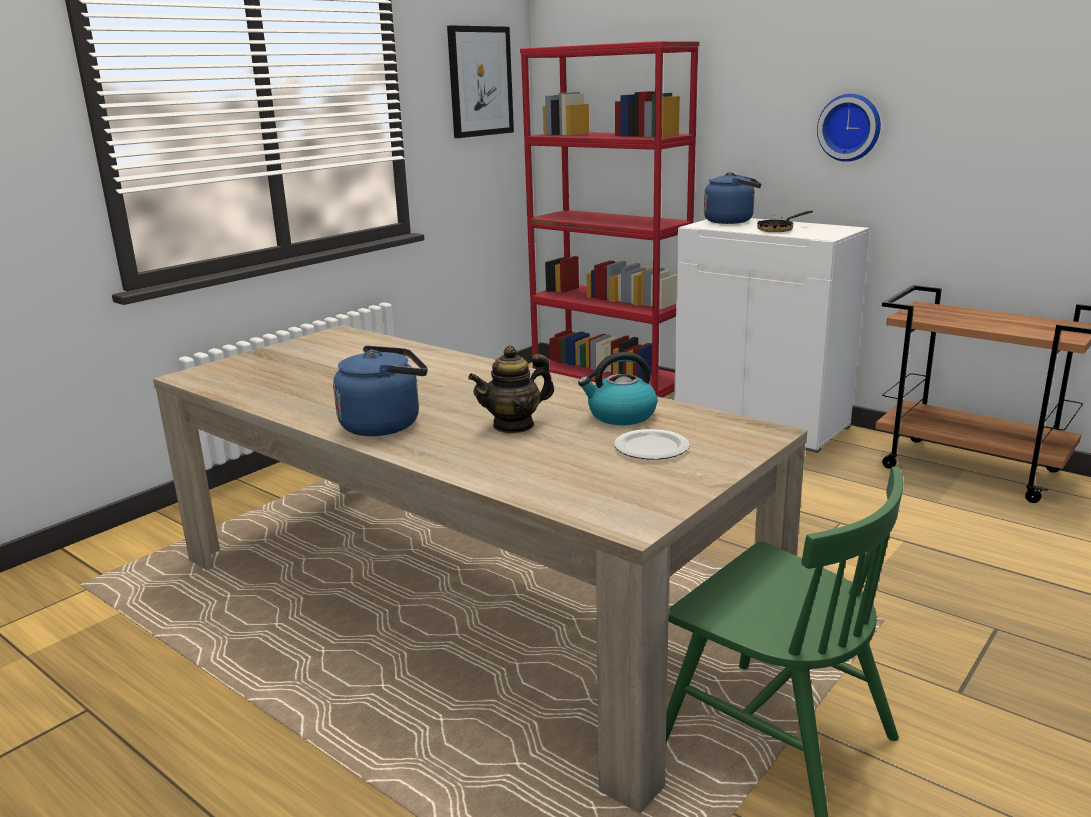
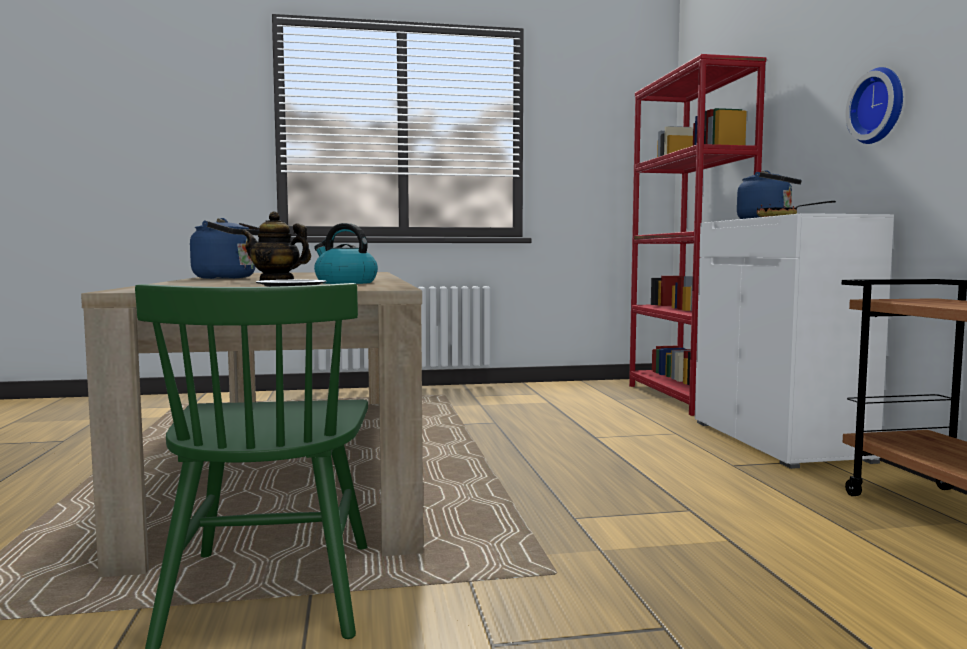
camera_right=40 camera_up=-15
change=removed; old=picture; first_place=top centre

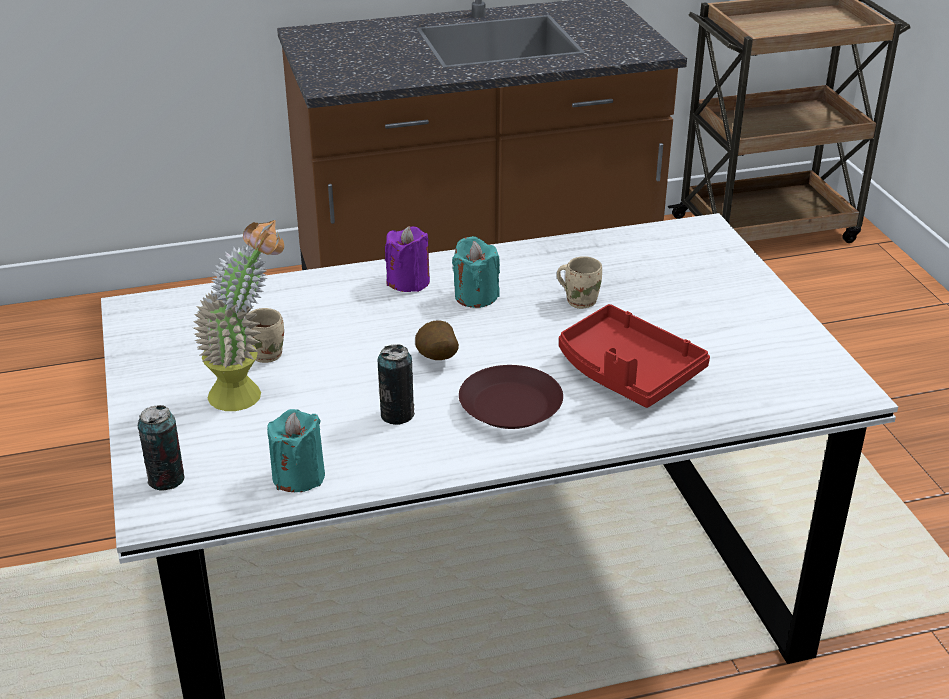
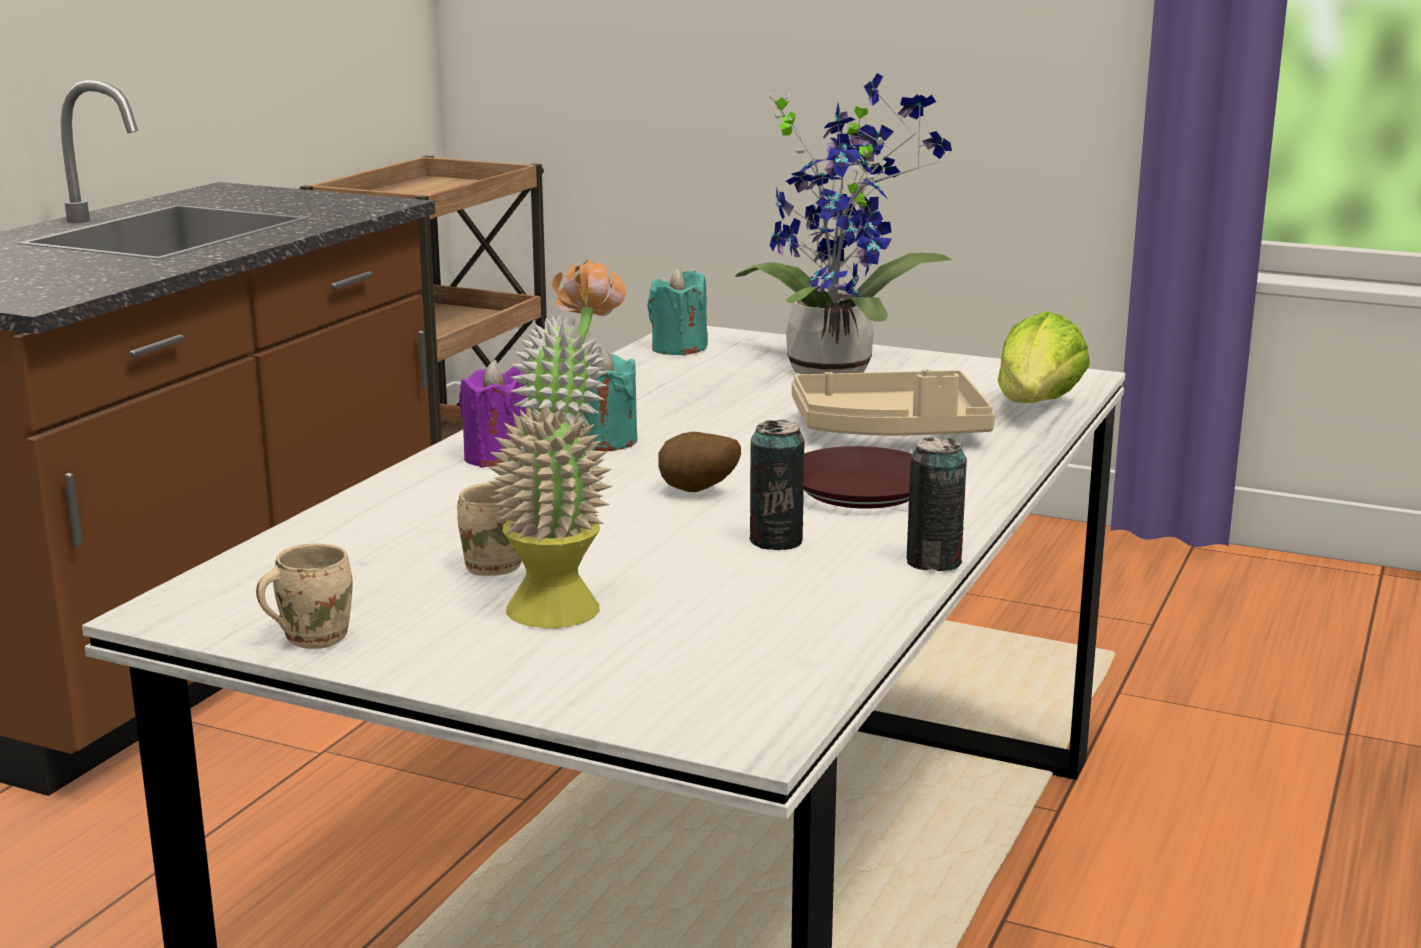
camera_right=-50 camera_up=-15
change=moved; old=beige mug (2nd from left in the first image); new=beige mug (1st from left); first_place=centre; second_place=middle left
change=moved; old=turquoise candle (1st from left in the first image); new=turquoise candle (2nd from left); first_place=middle left; second_place=top centre
change=added; new=potted plant (2nd from left); second_place=top centre
change=recoloured; old=red tray; new=beige tray; first_place=middle right; second_place=centre
change=moved; old=can (1st from left in the first image); new=can (2nd from left); first_place=middle left; second_place=centre
change=added; new=lettuce; second_place=middle right

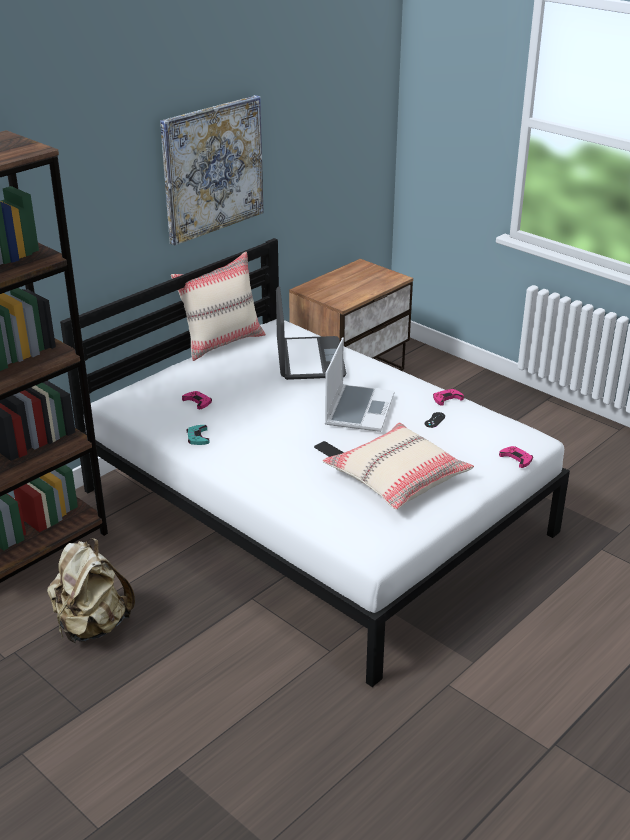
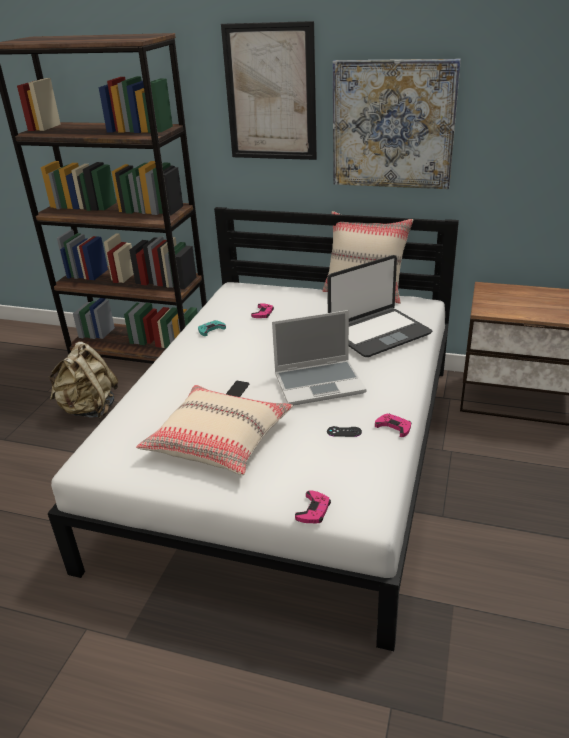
camera_right=65 camera_up=0
change=added; new=picture (1st from left); second_place=top centre

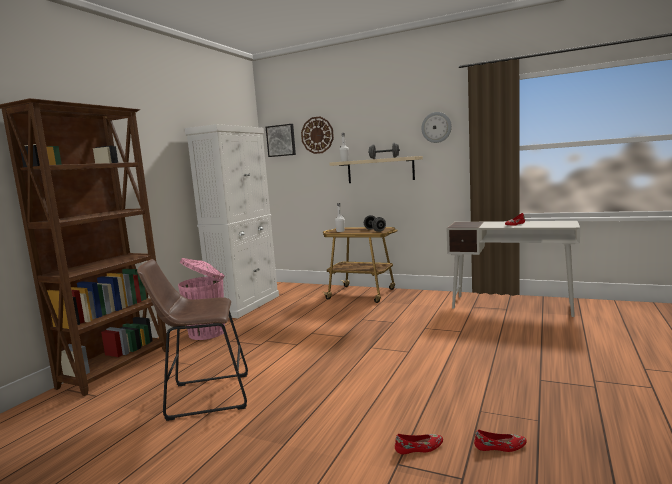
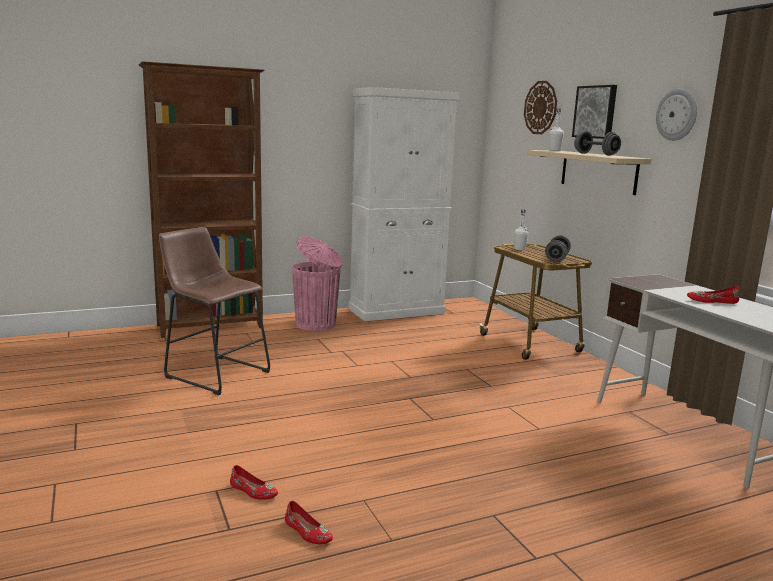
camera_right=40 camera_up=5
change=moved; old=picture; first_place=top centre; second_place=top right

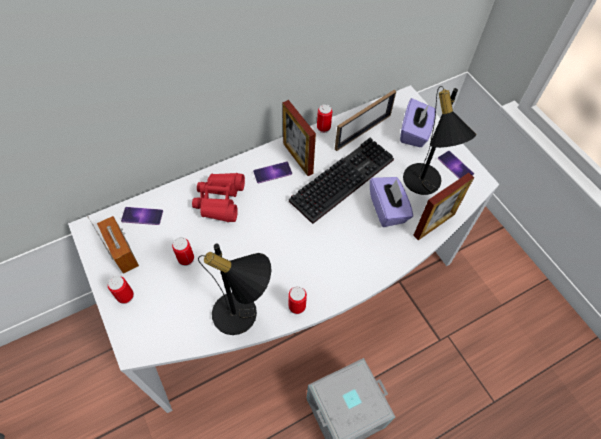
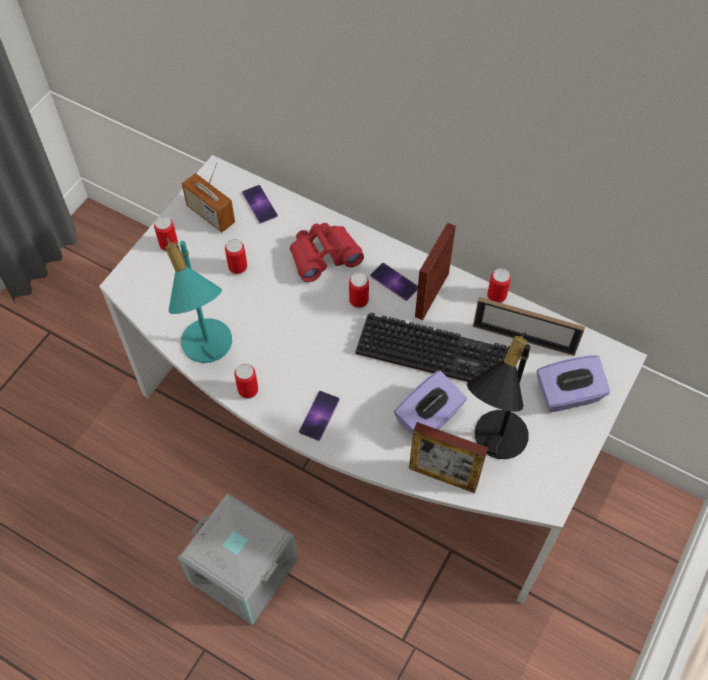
camera_right=60 camera_up=0
change=recoloured; old=black table lamp (1st from left); new=turquoise table lamp; first_place=centre; second_place=middle left
change=turned; old=radio; first_place=middle left; second_place=top left; degrees=105
change=moved; old=phone (3rd from left in the first image); new=phone (2nd from left); first_place=middle right; second_place=centre
change=added; new=can (4th from left); second_place=centre

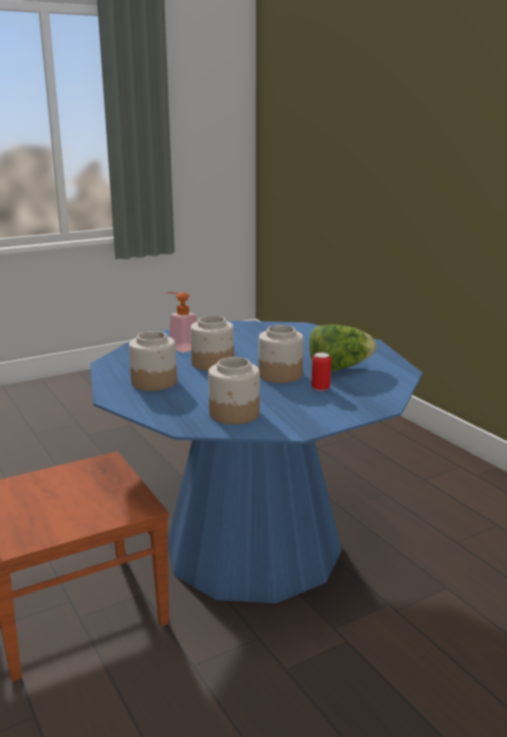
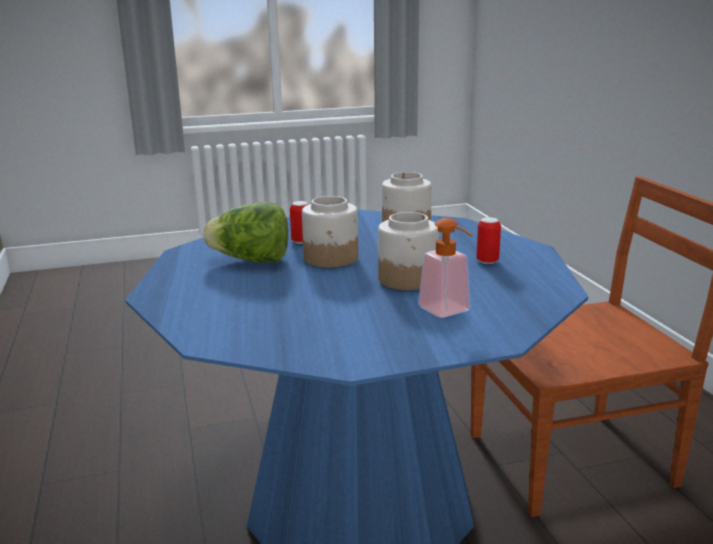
camera_right=-165 camera_up=0
change=replaced; old=jar (1st from left); new=can (2nd from left); first_place=middle left; second_place=middle right

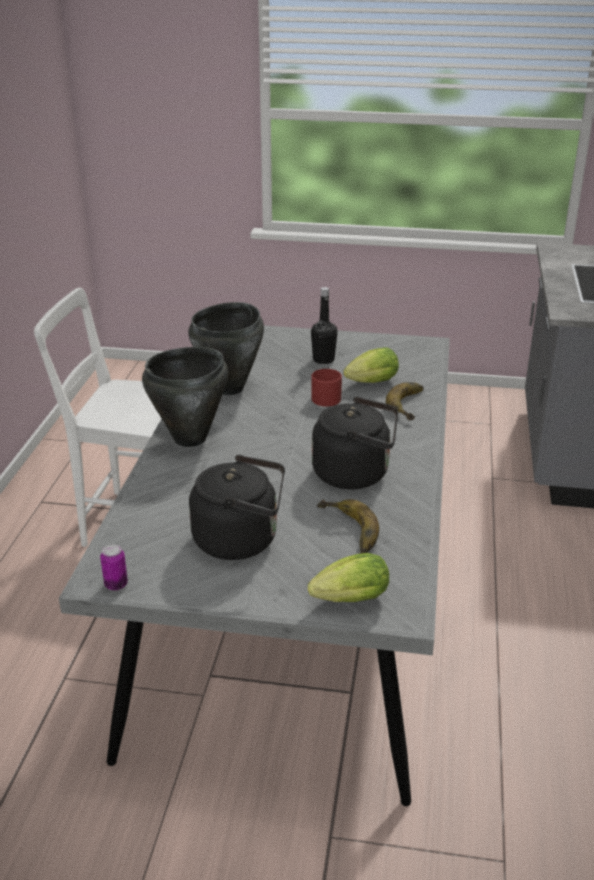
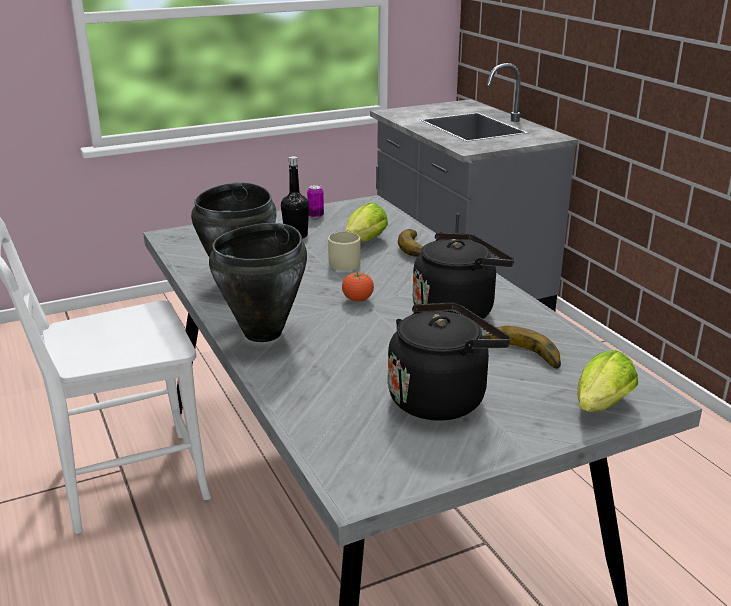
camera_right=-35 camera_up=-5
change=moved; old=can; first_place=middle left; second_place=top centre
change=recoloured; old=red mug; new=beige mug; first_place=centre; second_place=centre
change=added; new=tomato; second_place=centre

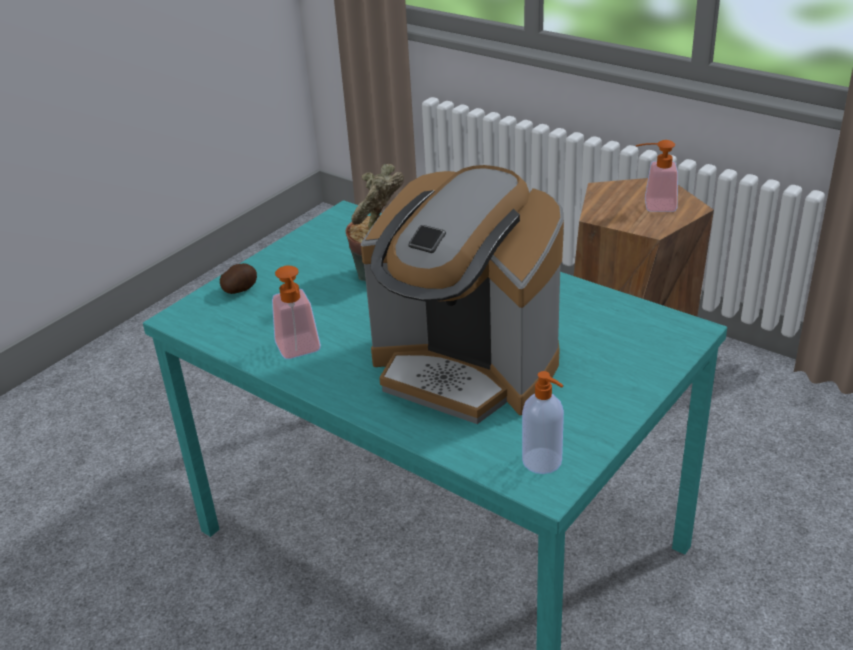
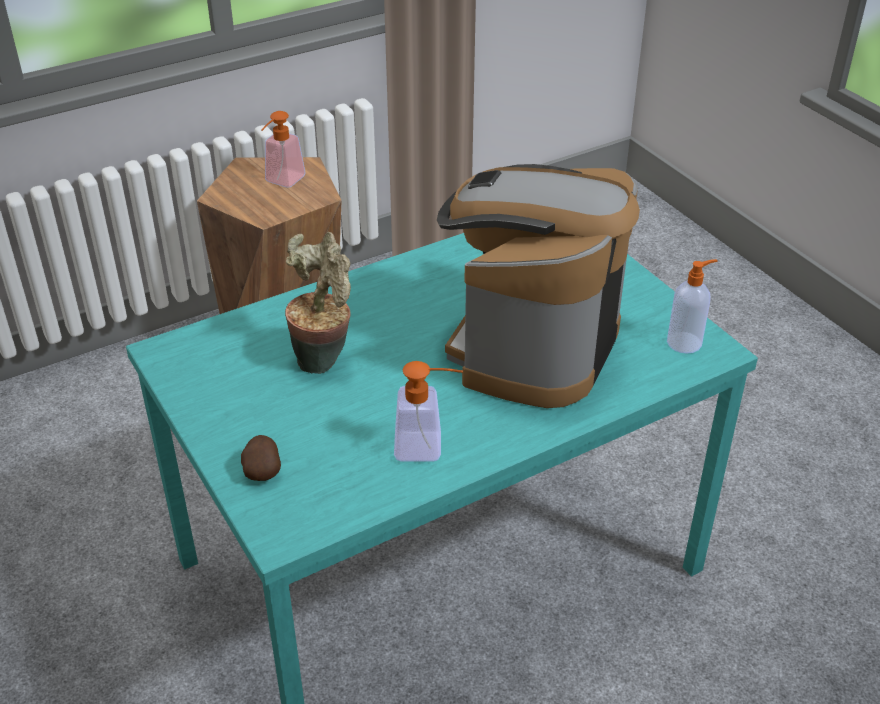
camera_right=-70 camera_up=5
change=turned; old=coffee machine; first_place=centre; second_place=centre; degrees=150

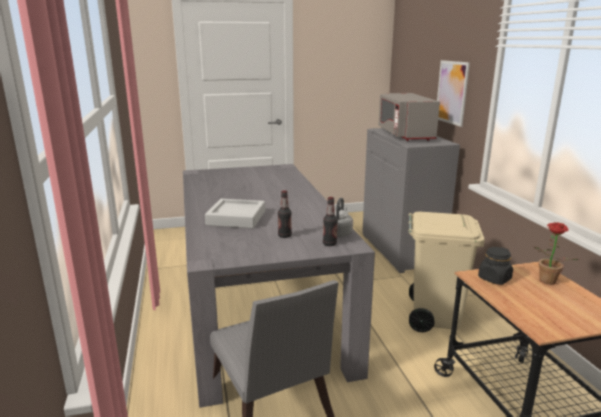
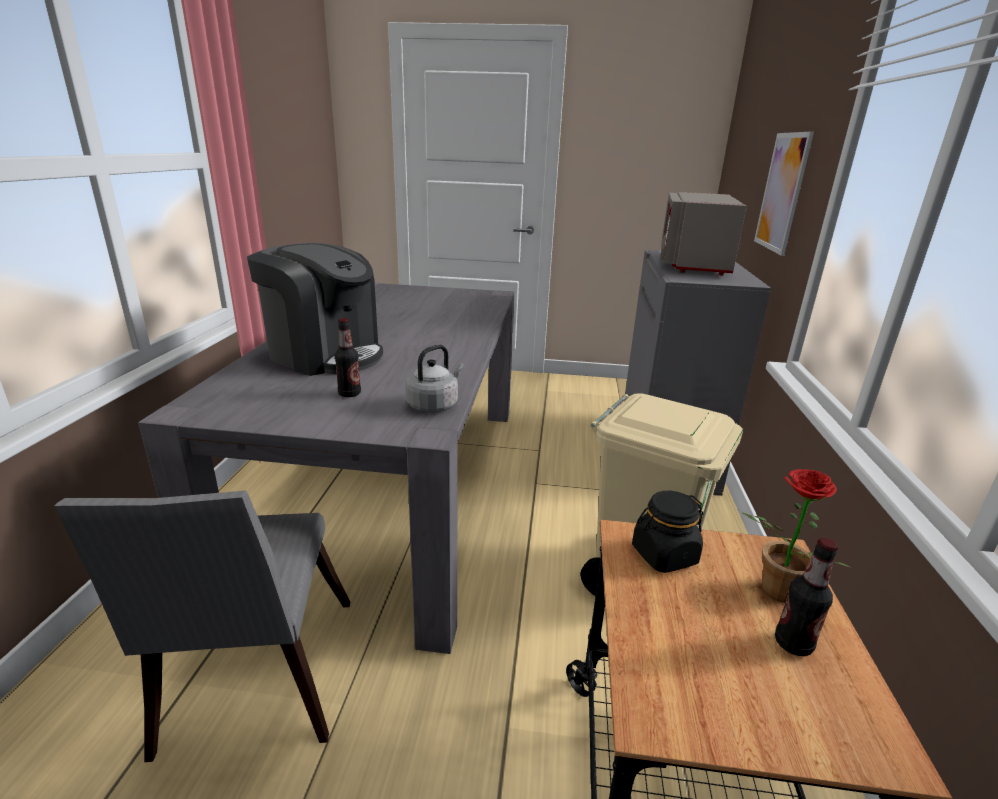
camera_right=20 camera_up=5
change=replaced; old=grey tray; new=coffee machine; first_place=centre; second_place=middle left
change=moved; old=bottle (2nd from left); first_place=centre; second_place=bottom right

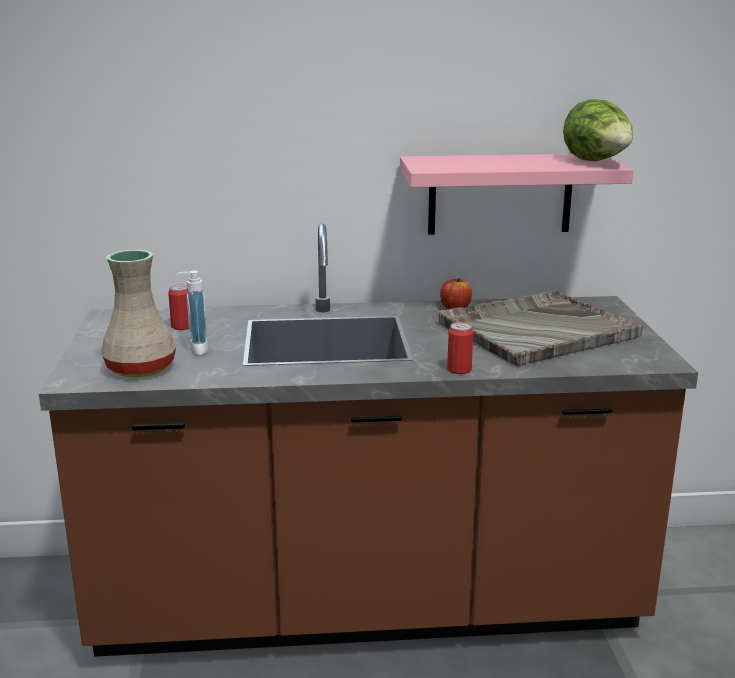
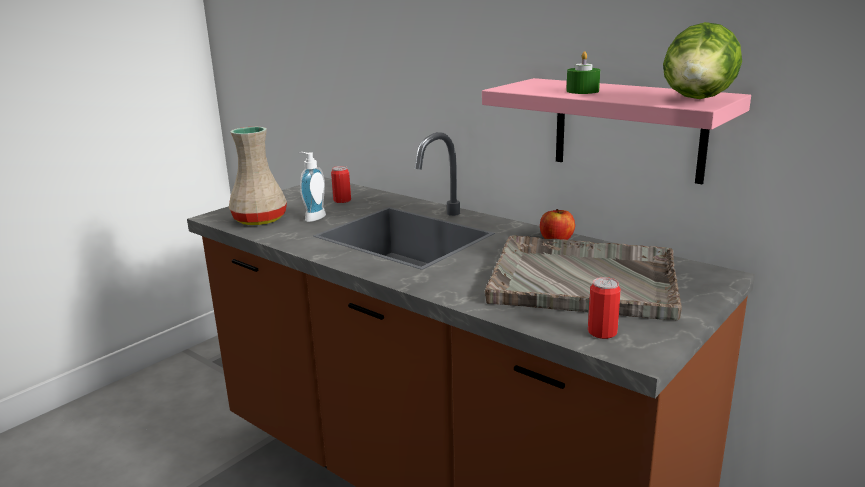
camera_right=45 camera_up=0
change=added; new=green candle; second_place=top right
change=moved; old=can (2nd from left); first_place=centre; second_place=middle right

